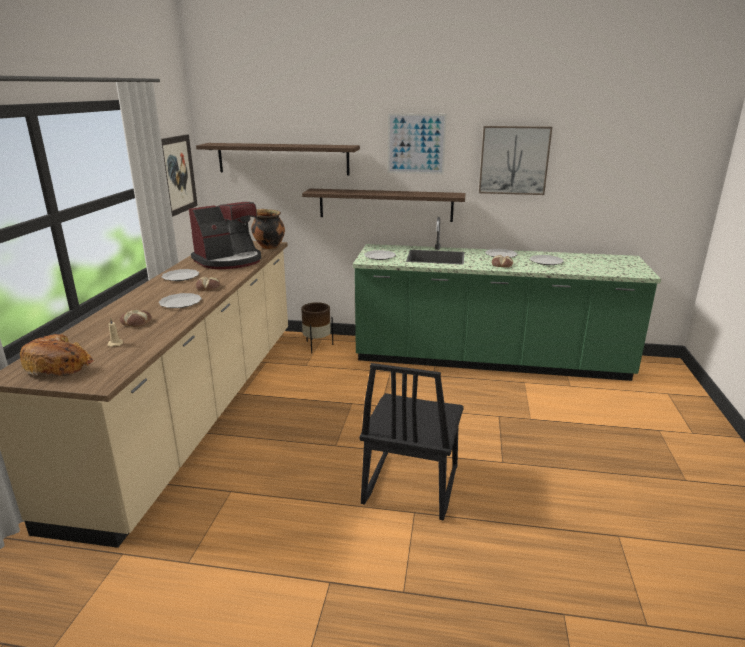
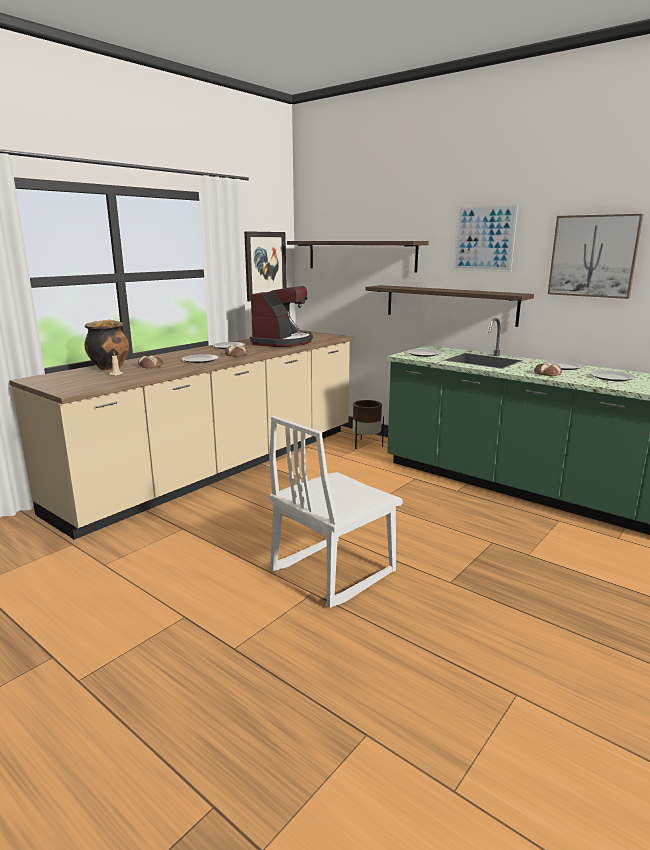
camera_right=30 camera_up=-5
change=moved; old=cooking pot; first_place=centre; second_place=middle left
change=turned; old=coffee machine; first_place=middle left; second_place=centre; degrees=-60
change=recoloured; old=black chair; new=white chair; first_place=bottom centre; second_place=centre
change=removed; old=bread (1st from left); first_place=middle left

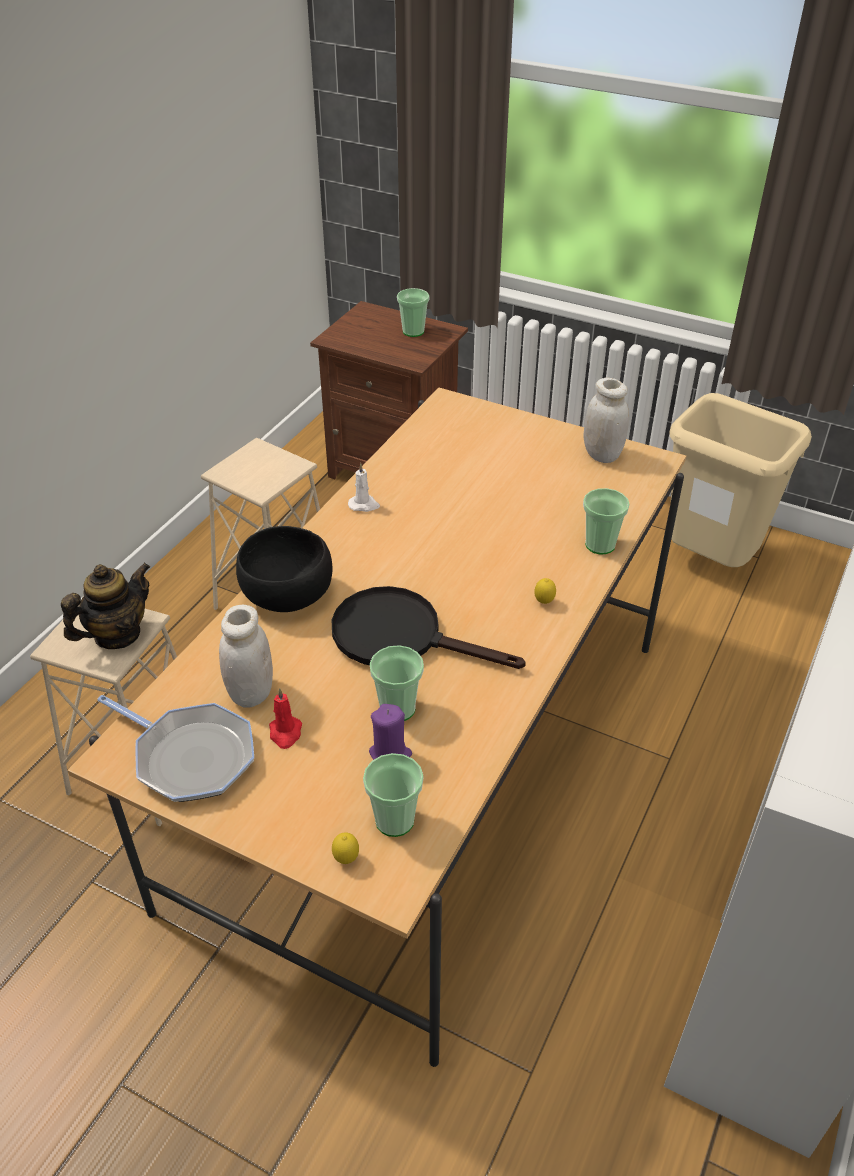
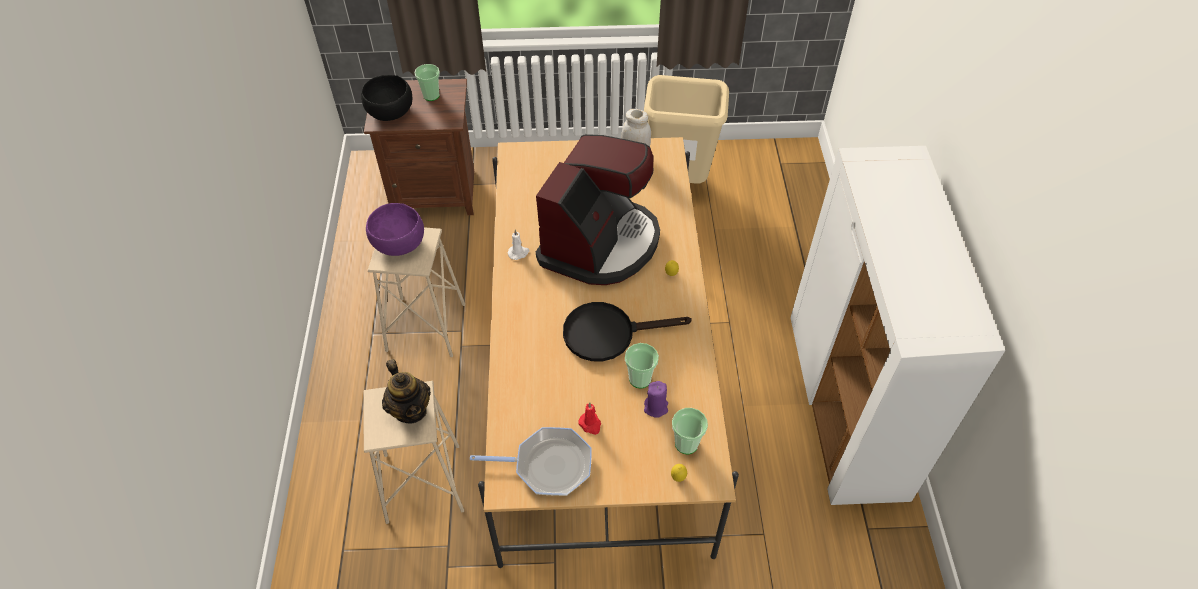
camera_right=-30 camera_up=10
change=moved; old=black bowl; first_place=middle left; second_place=top left
change=added; new=purple bowl; second_place=middle left
change=turned; old=teapot; first_place=middle left; second_place=centre; degrees=135
change=added; new=coffee machine; second_place=centre
change=removed; old=white jar (1st from left); first_place=middle left
change=removed; old=cup (4th from left); first_place=middle right

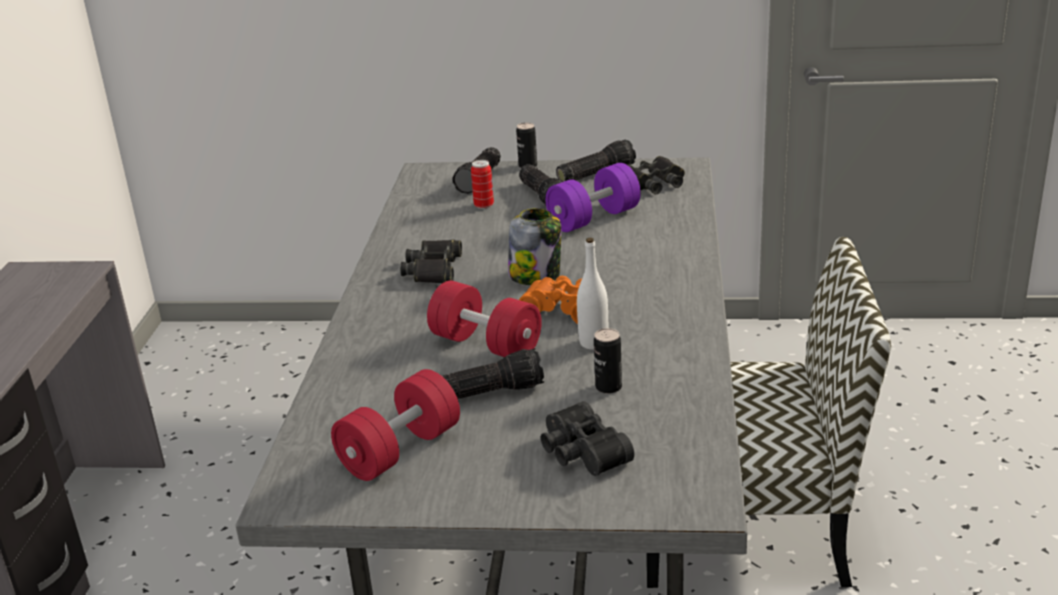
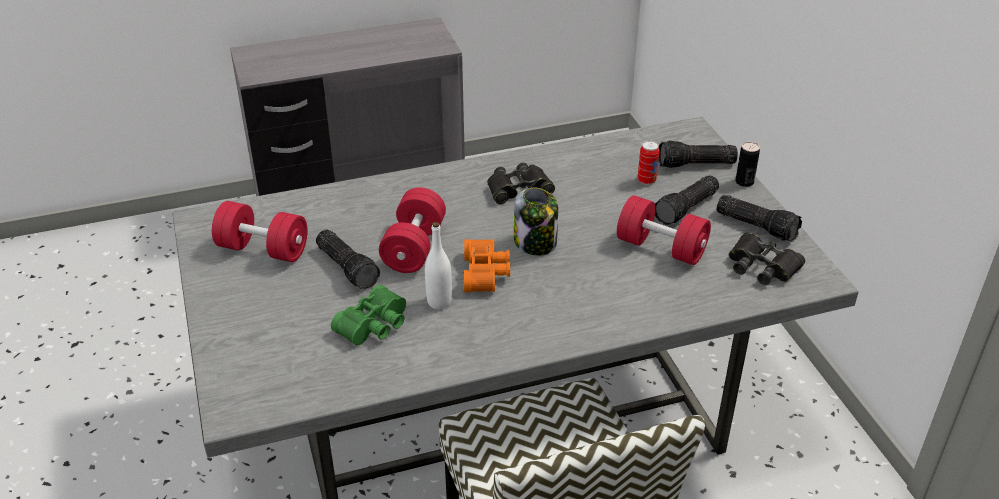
camera_right=65 camera_up=10
change=replaced; old=can (3rd from left); new=green binoculars; first_place=centre; second_place=centre
change=recoloured; old=purple dumbbell; new=red dumbbell (3rd from left); first_place=top centre; second_place=centre
change=removed; old=black binoculars (2nd from left); first_place=bottom centre

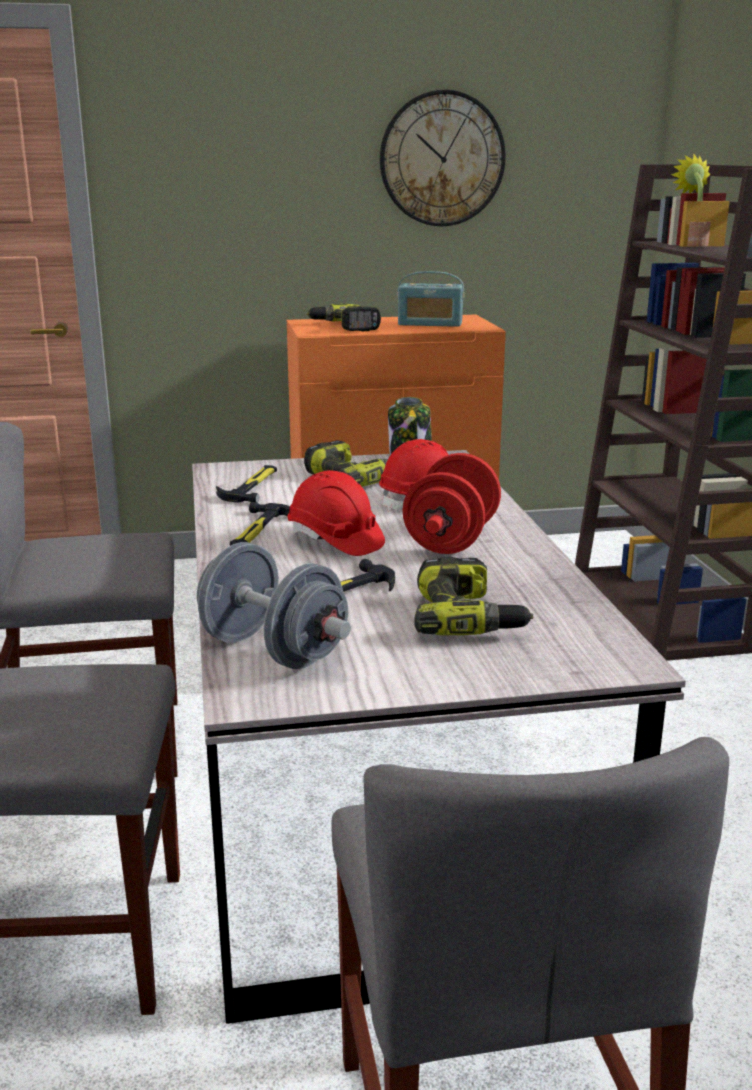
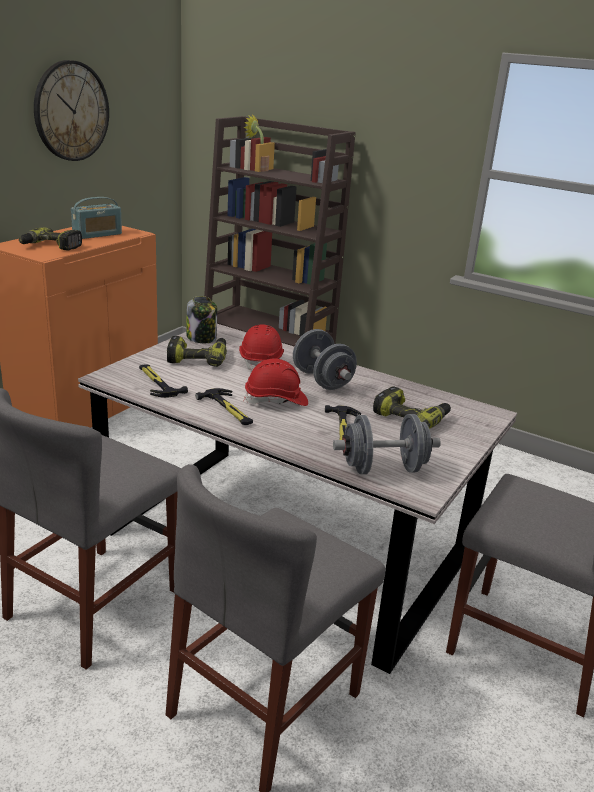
camera_right=-50 camera_up=5
change=recoloured; old=red dumbbell; new=grey dumbbell (1st from left); first_place=centre; second_place=centre

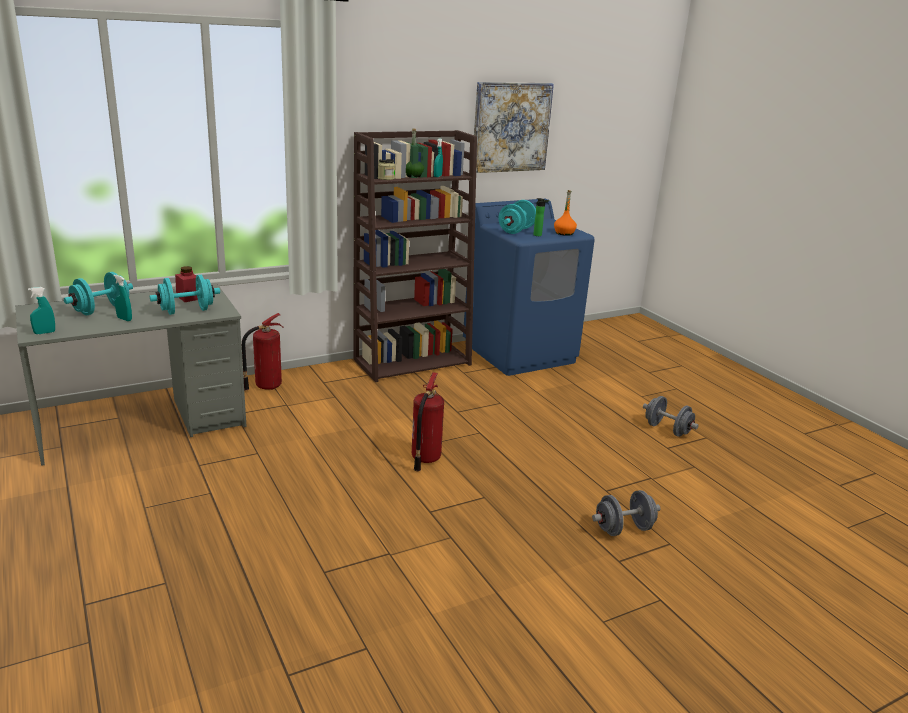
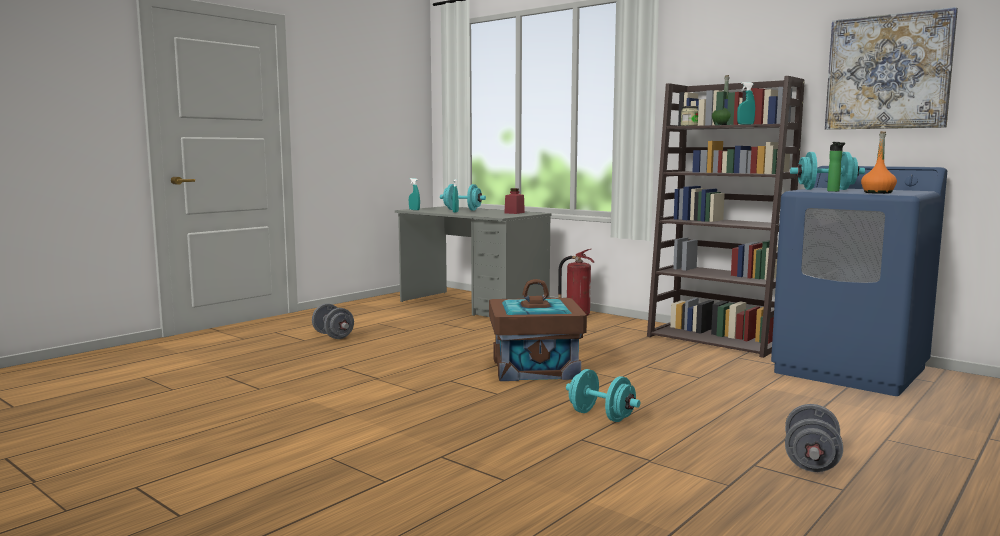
camera_right=70 camera_up=-15
change=moved; old=grey dumbbell (1st from left); first_place=bottom right; second_place=middle left
change=replaced; old=fire extinguisher (2nd from left); new=brown storage box; first_place=centre; second_place=centre
change=moved; old=turquoise dumbbell (2nd from left); first_place=middle left; second_place=bottom centre

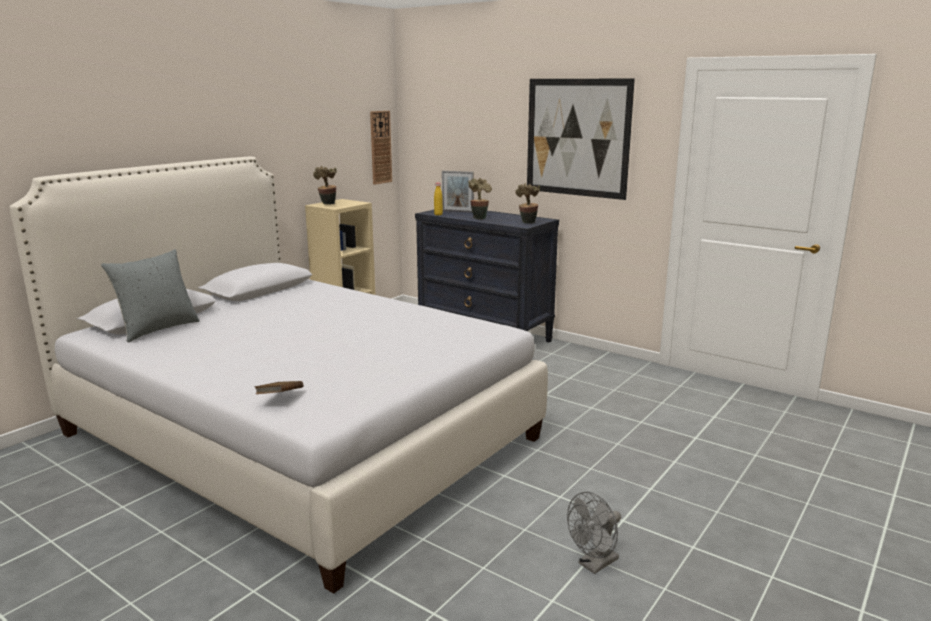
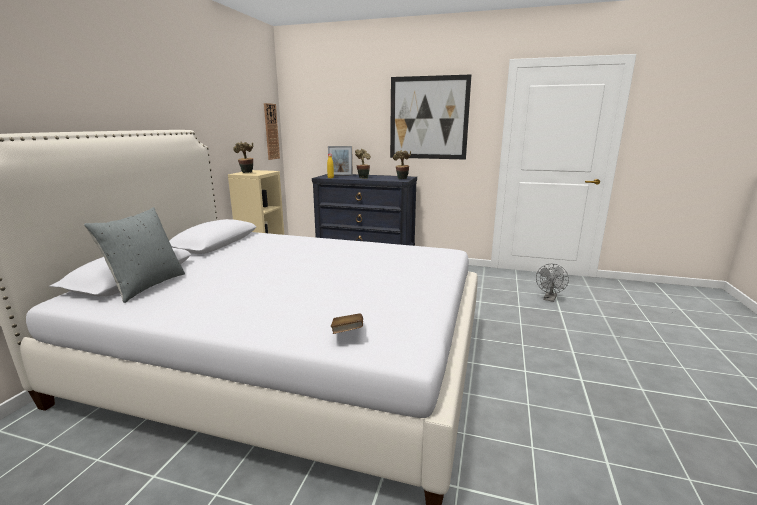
camera_right=-20 camera_up=0
change=moved; old=grey fan; first_place=bottom centre; second_place=middle right

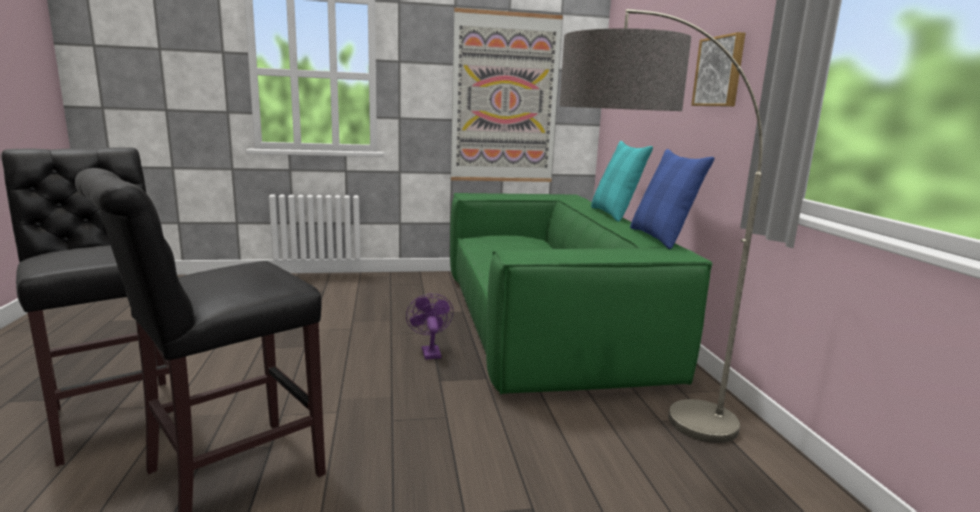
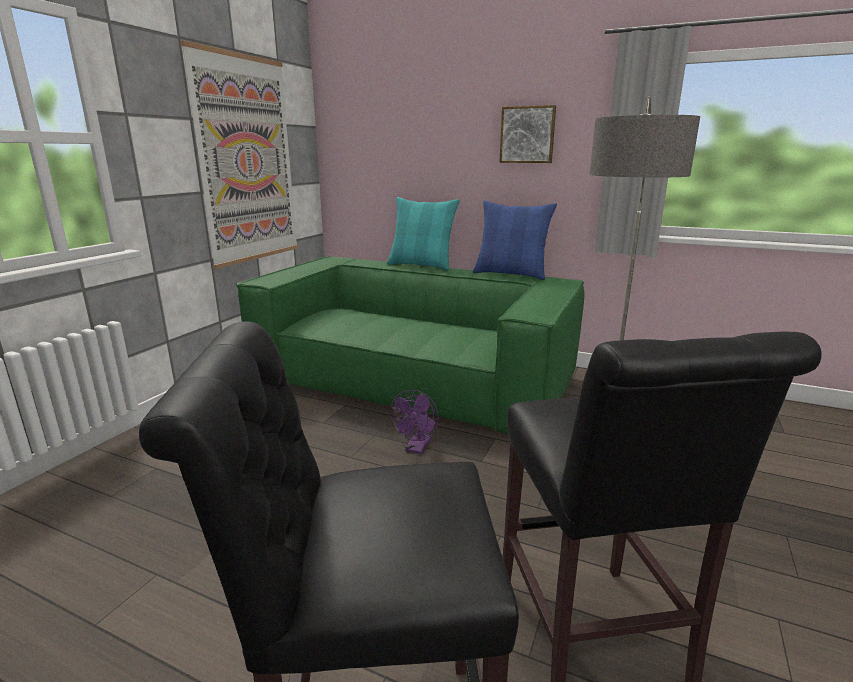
camera_right=-55 camera_up=5
change=turned; old=purple fan; first_place=centre; second_place=centre; degrees=-90

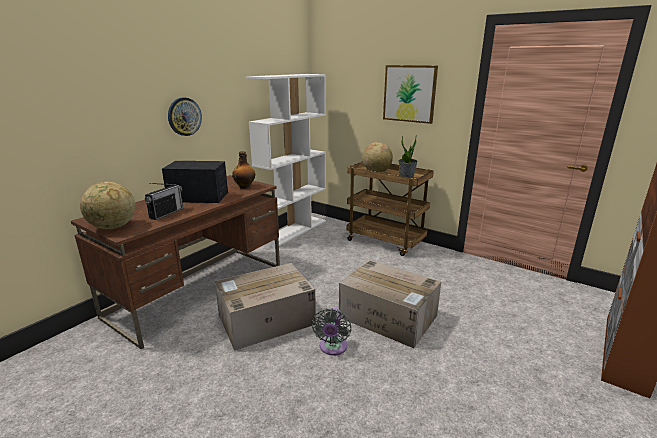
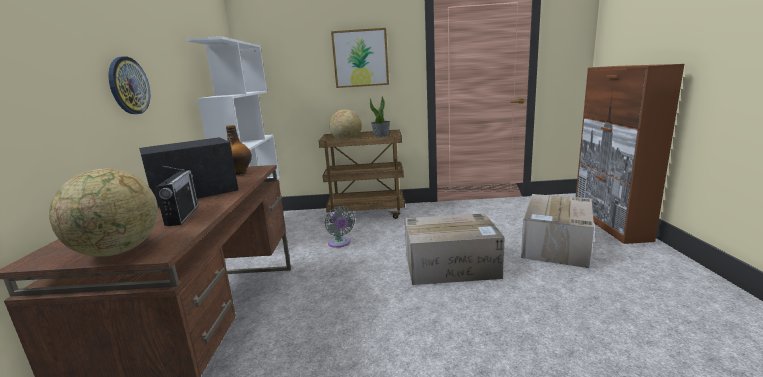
camera_right=-35 camera_up=-5
change=moved; old=grey fan; first_place=bottom centre; second_place=centre
change=moved; old=cardboard box (1st from left in the first image); new=cardboard box (2nd from left); first_place=bottom centre; second_place=middle right

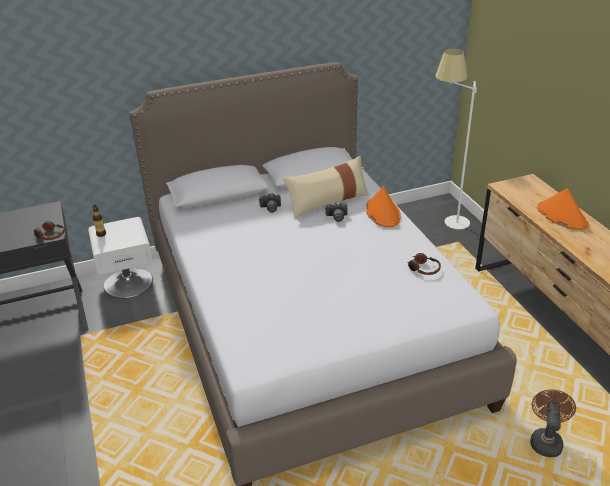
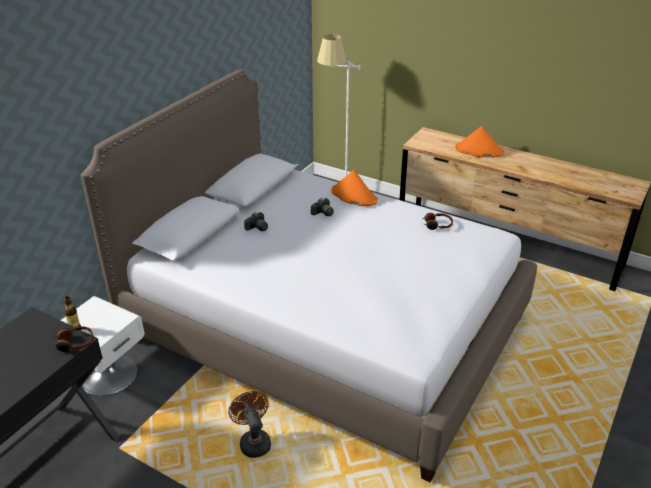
camera_right=-40 camera_up=0
change=moved; old=brown fan; first_place=bottom right; second_place=bottom centre
change=removed; old=beige pillow; first_place=centre

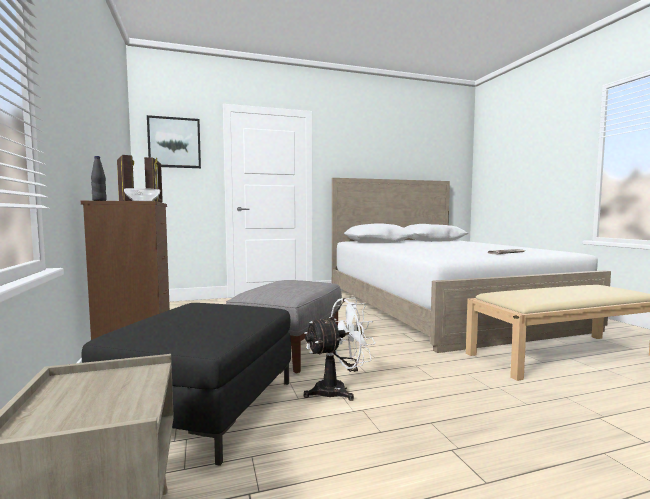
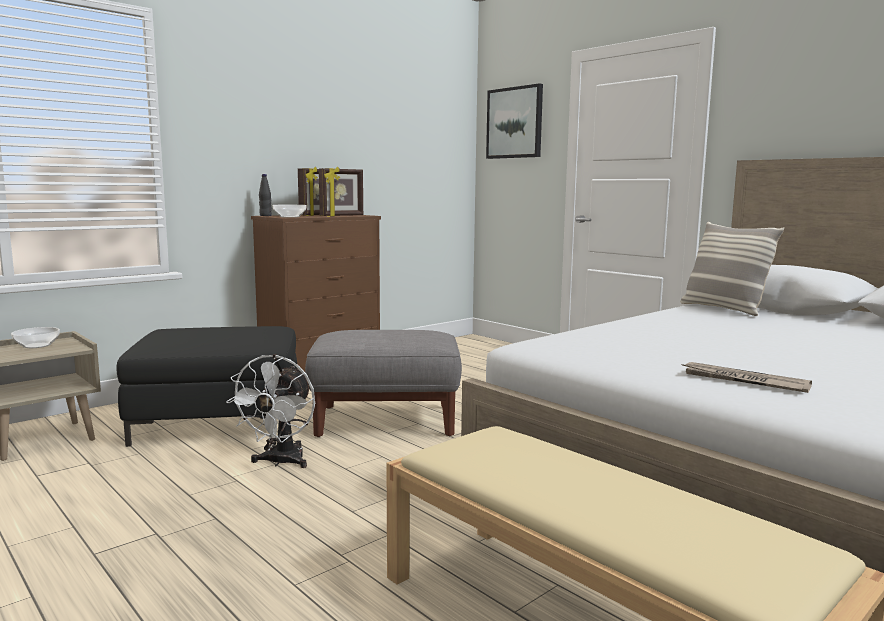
camera_right=65 camera_up=5
change=added; new=bowl (1st from left); second_place=middle left
change=turned; old=white fan; first_place=bottom centre; second_place=middle left; degrees=60
change=added; new=pillow; second_place=middle right

